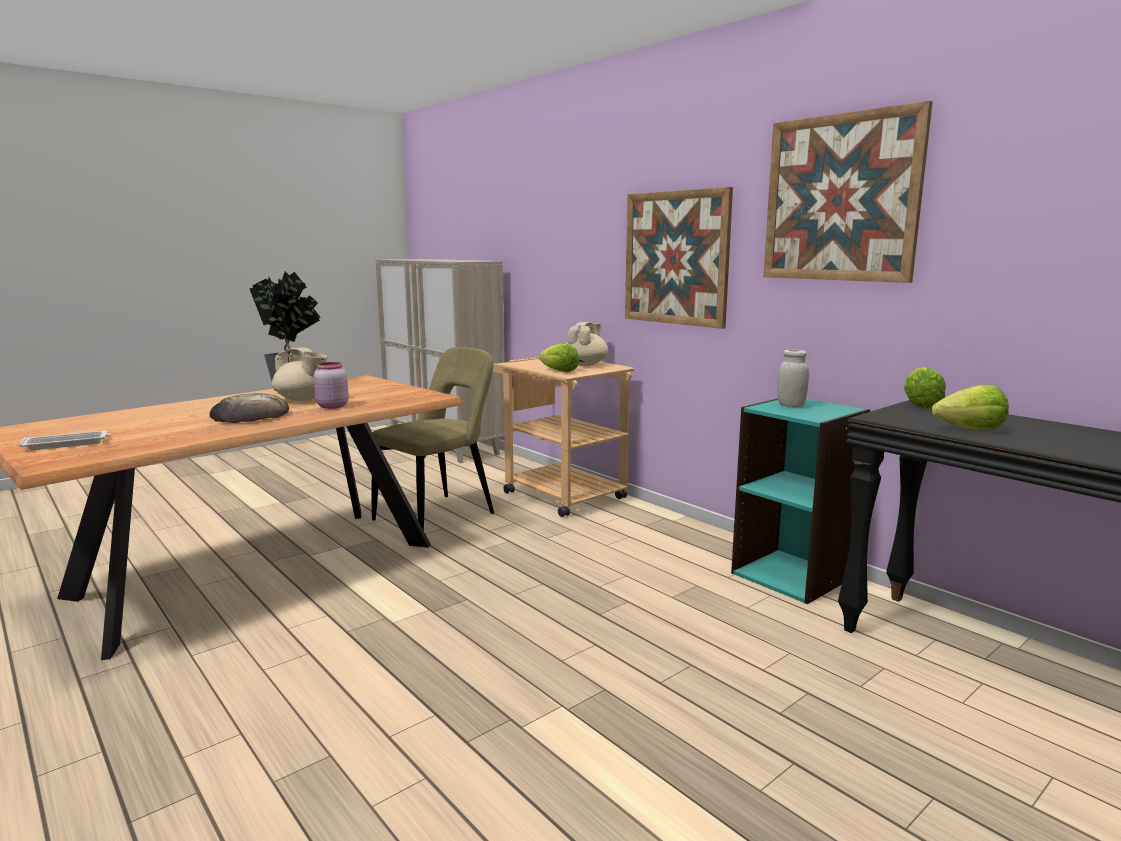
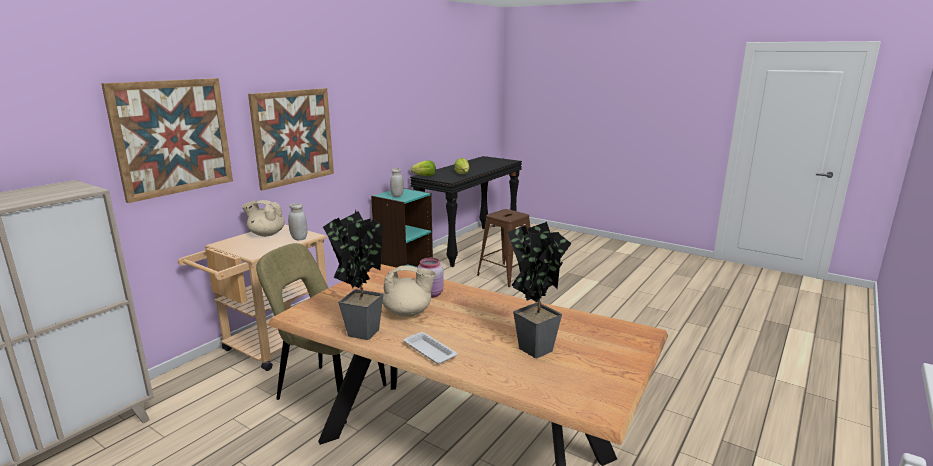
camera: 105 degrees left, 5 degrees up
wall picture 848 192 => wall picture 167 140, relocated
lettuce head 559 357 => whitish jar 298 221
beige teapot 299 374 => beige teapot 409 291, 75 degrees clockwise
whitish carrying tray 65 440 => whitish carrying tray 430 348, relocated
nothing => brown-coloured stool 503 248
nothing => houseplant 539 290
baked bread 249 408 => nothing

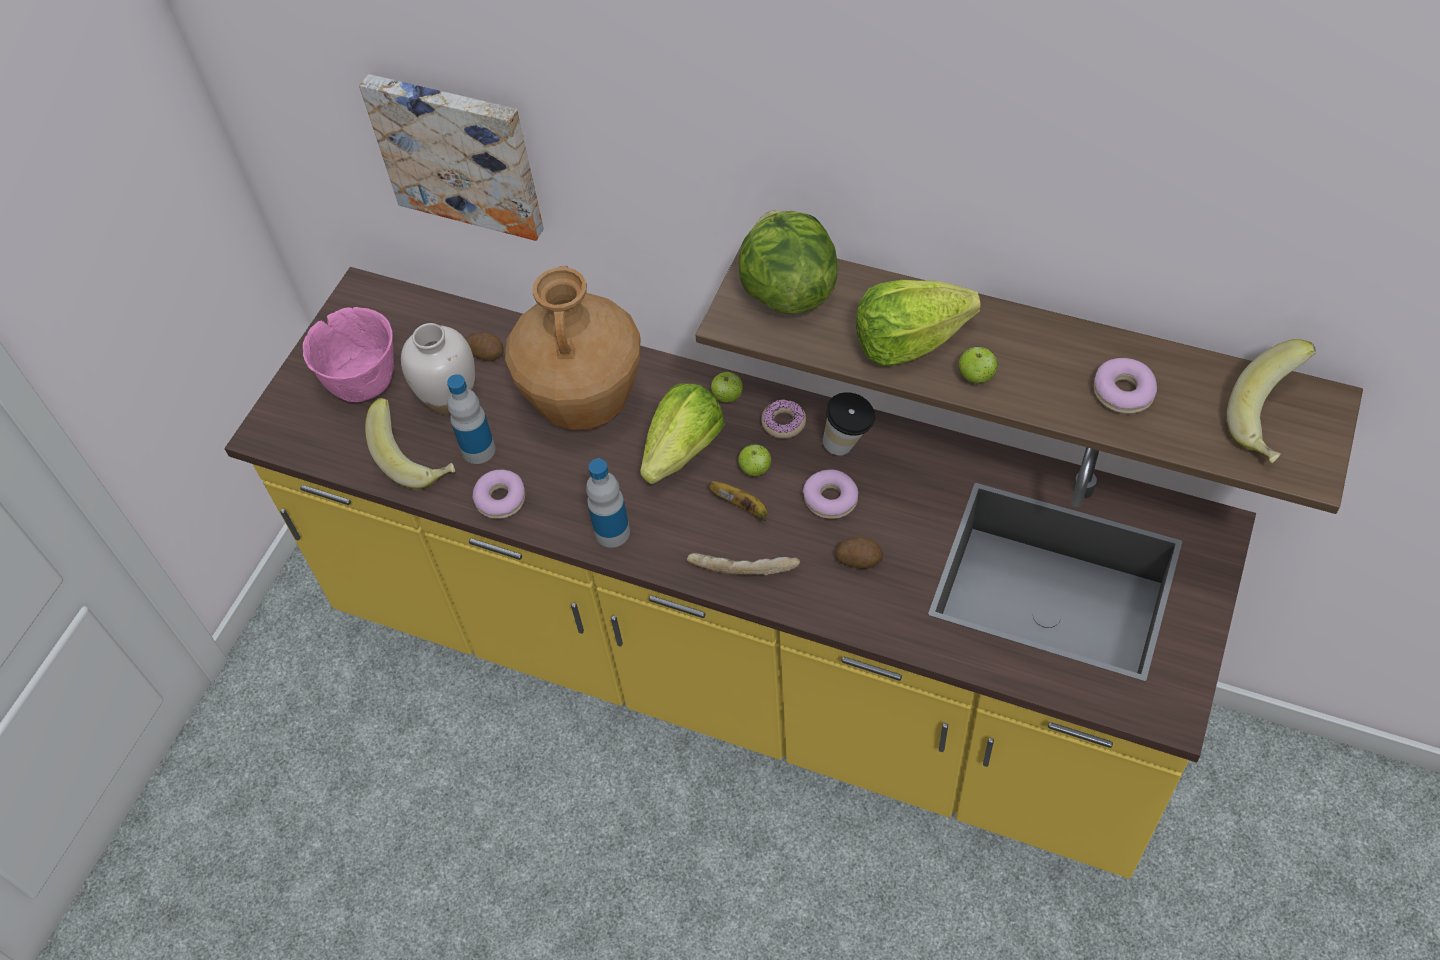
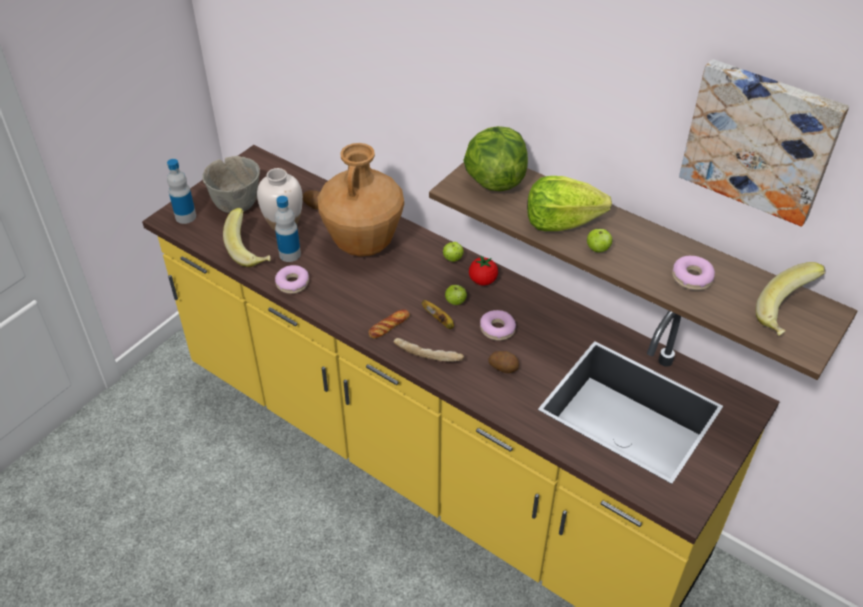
camera: 10 degrees right, 10 degrees down
beverage bottle 608 503 => beverage bottle 181 191, relocated
pink deep dish 348 354 => grey deep dish 231 184
nothing => baked bread 389 324
doughnut 783 419 => tomato 483 271
wall picture 451 157 => wall picture 764 143, relocated
lettuce head 682 434 => nothing
cup 849 424 => nothing

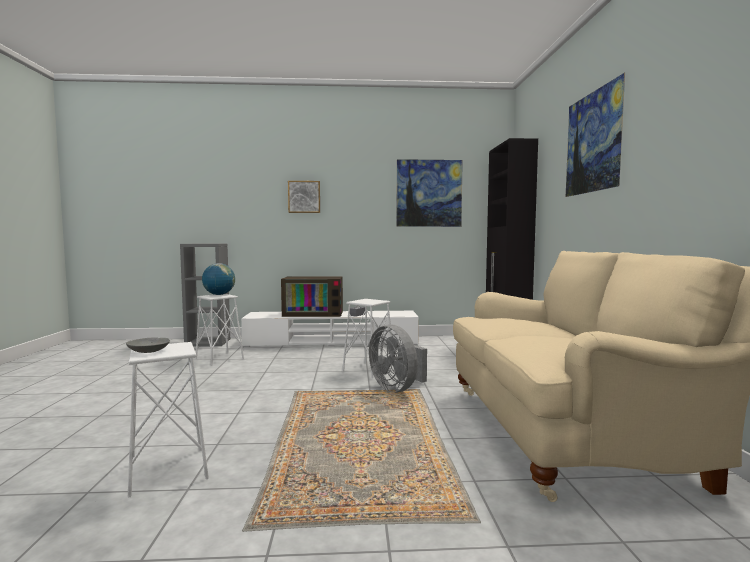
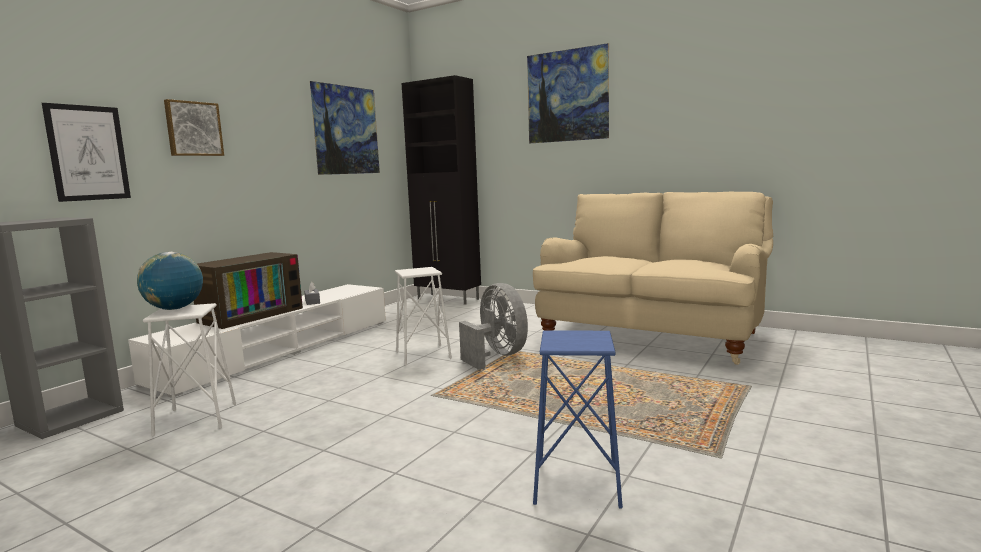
camera: 55 degrees left, 5 degrees up
nothing => wall picture 86 152
grey cooling fan 398 358 => grey cooling fan 493 326, 120 degrees counterclockwise
whitish stool 168 420 => blue-coloured stool 578 419
grey deep dish 148 345 => nothing

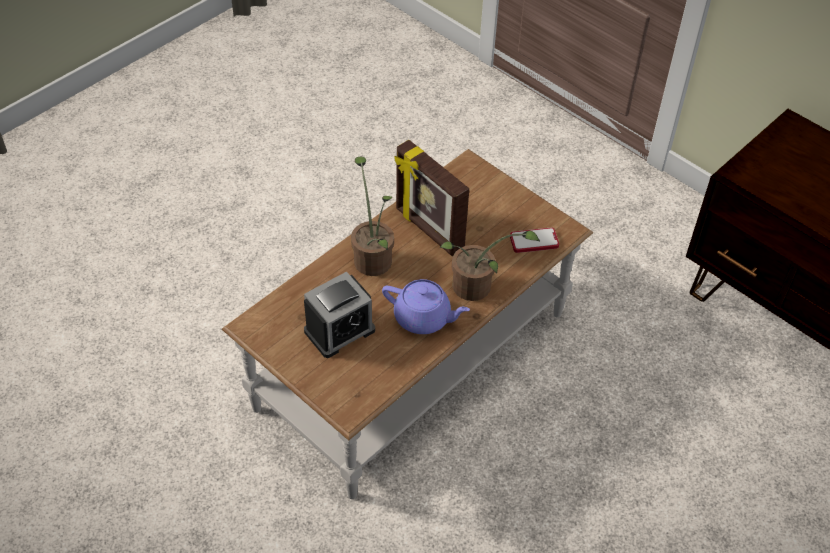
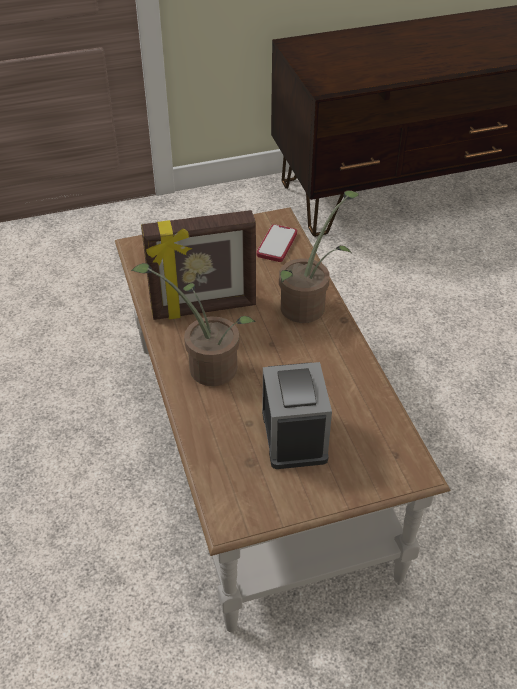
camera: 60 degrees left, 5 degrees down
purple teapot 426 306 => nothing

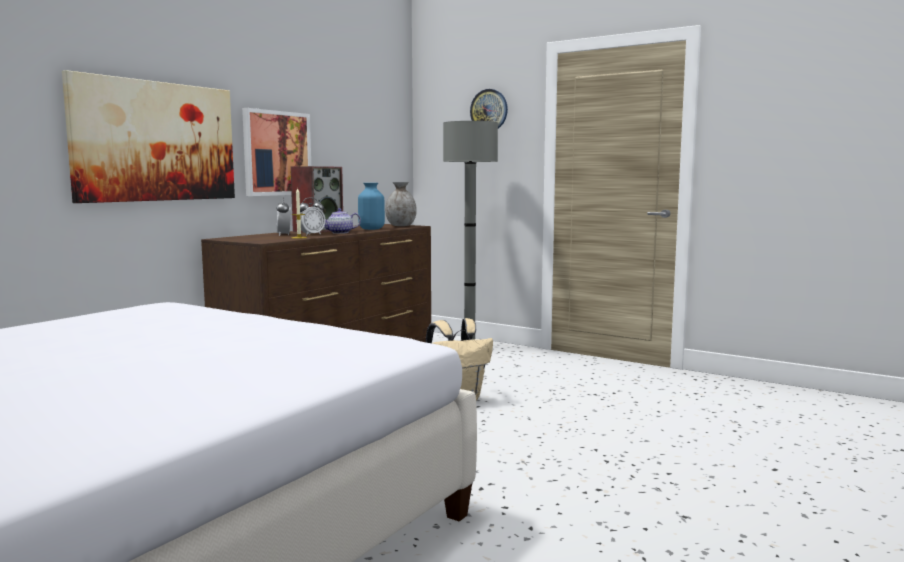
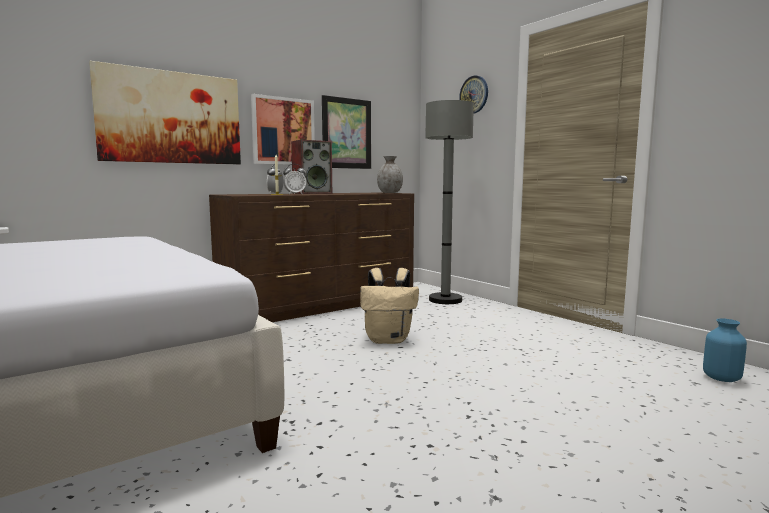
camera: 20 degrees right, 0 degrees up
nothing => wall picture 346 132
blue-coloured decorative vase 371 206 => blue-coloured decorative vase 725 350, relocated
teapot 342 221 => nothing

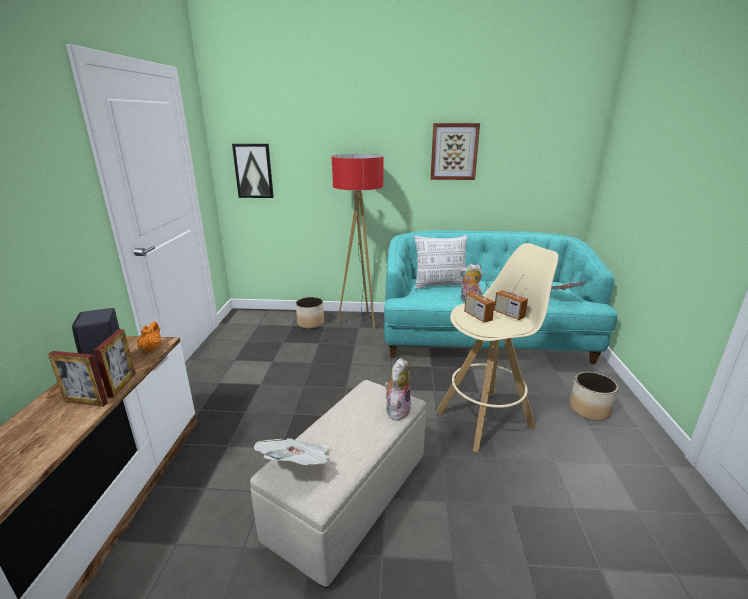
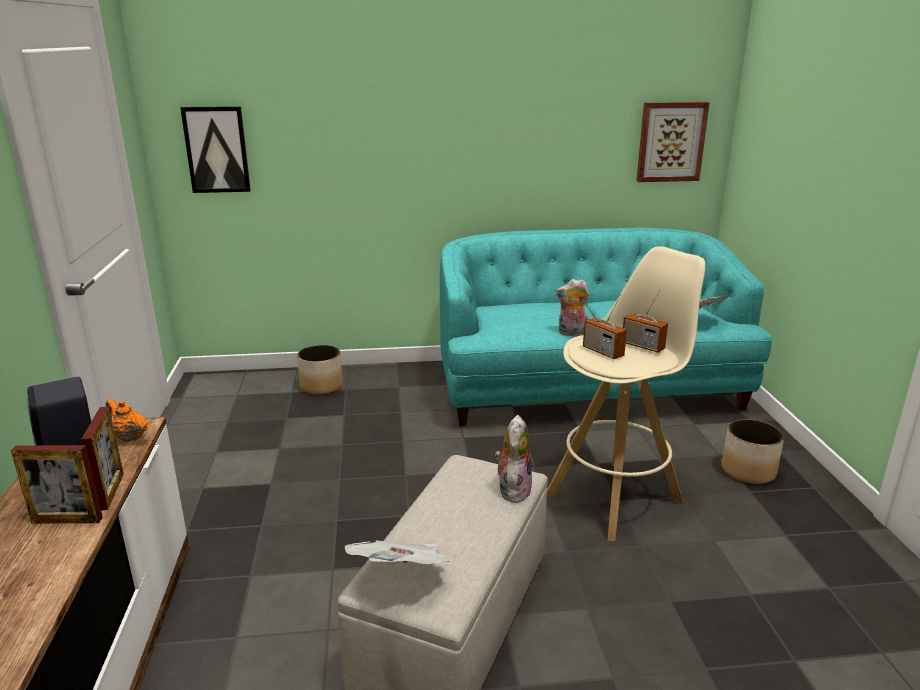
camera: 10 degrees left, 0 degrees up
orangey teapot 149 337 => orangey teapot 127 420, 45 degrees counterclockwise
wall picture 455 151 => wall picture 673 142, relocated
standing lamp 358 242 => nothing
throw pillow 441 262 => nothing

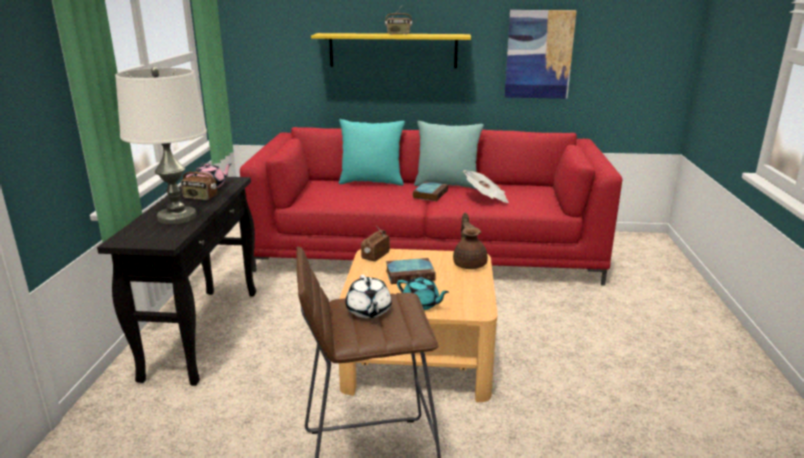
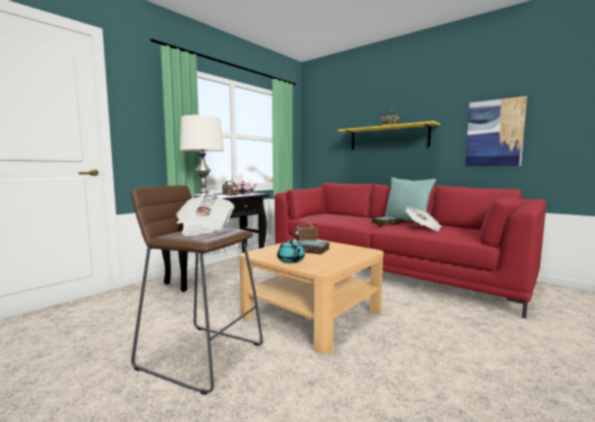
camera: 35 degrees right, 15 degrees down
whitish teapot 368 296 => printed paper 205 215
blue-green throw pillow 372 152 => nothing
brown-coloured teapot 470 241 => nothing

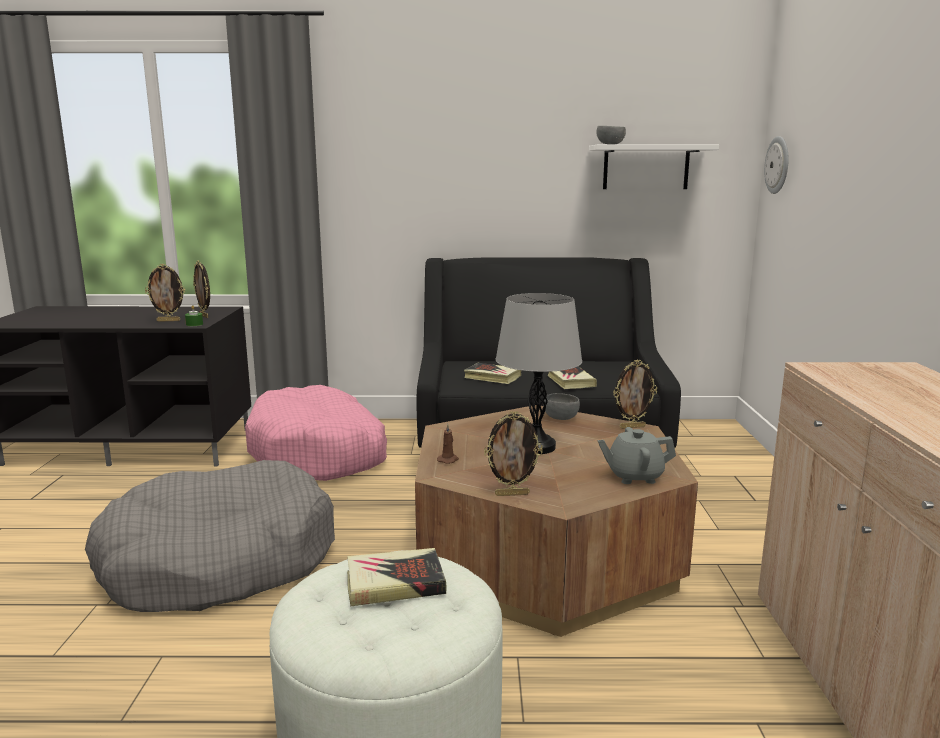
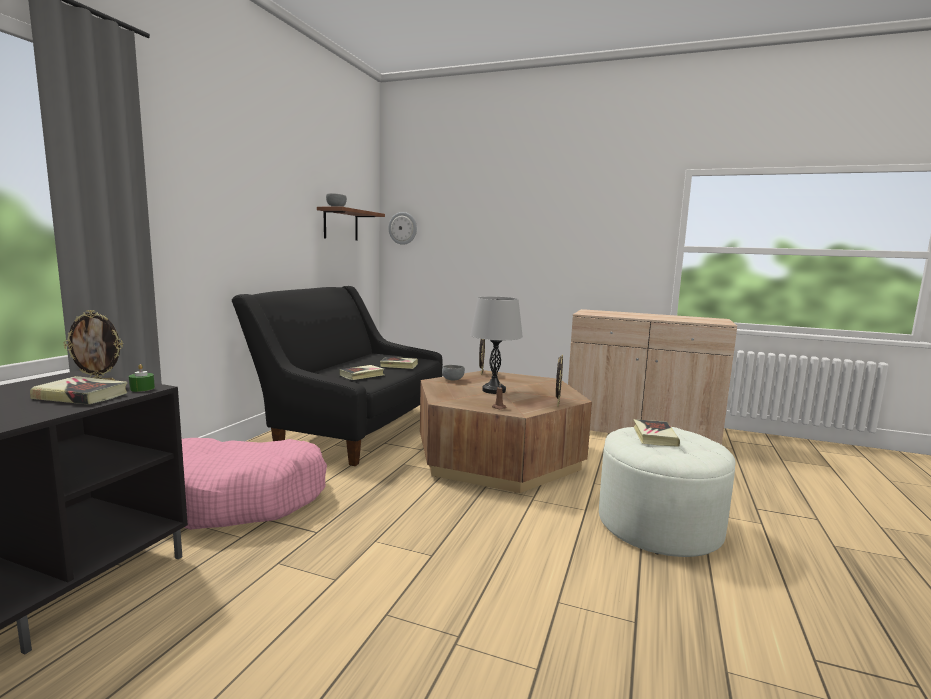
camera: 70 degrees left, 5 degrees down
photo frame 165 293 => book 79 390
whitish bracket shelf 654 167 => brown-coloured bracket shelf 351 224
grey pet bed 210 536 => nothing
grey teapot 637 455 => nothing

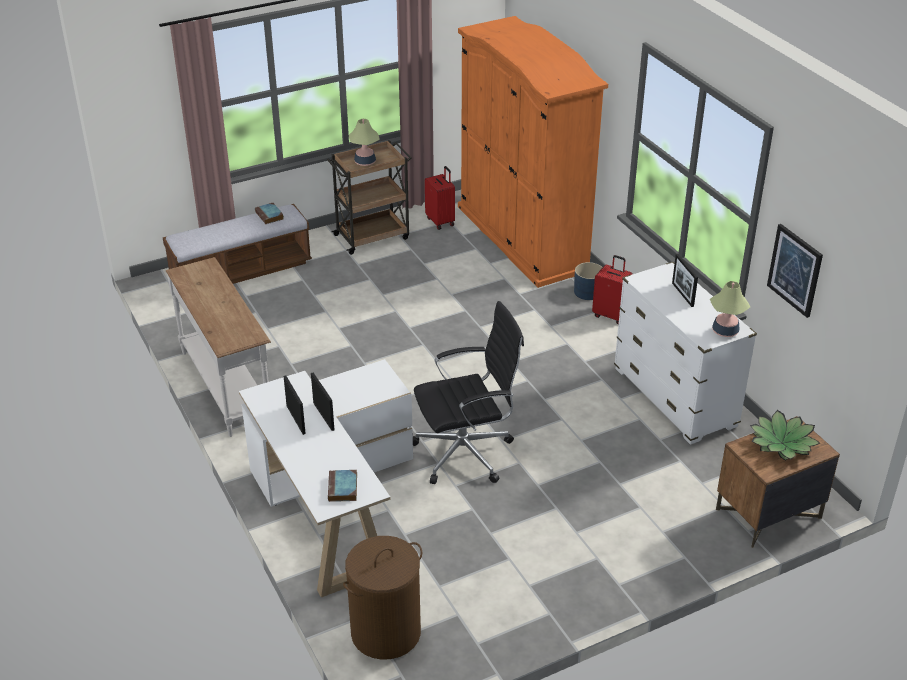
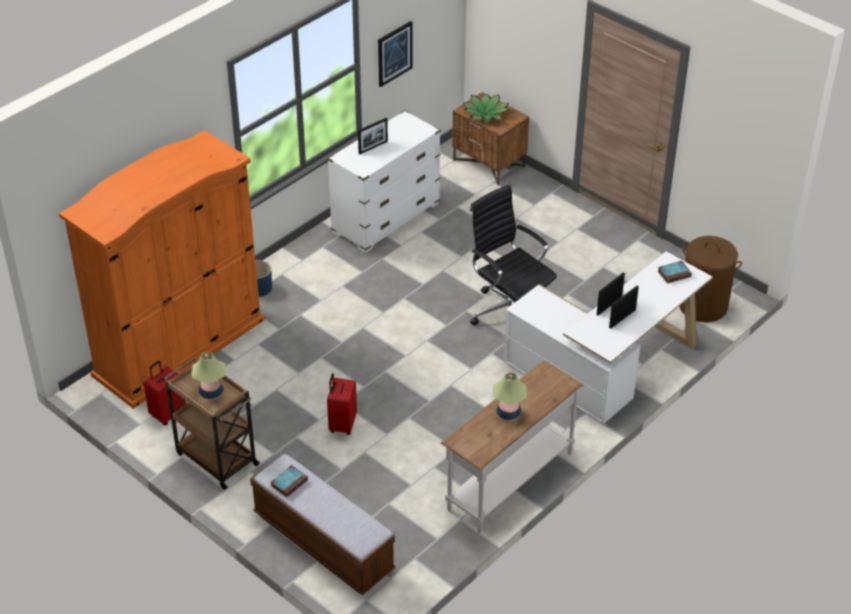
camera: 110 degrees left, 5 degrees up
red-coloured suitcase 612 289 => red-coloured suitcase 342 404, relocated
lamp for a table 730 309 => lamp for a table 510 396, relocated

